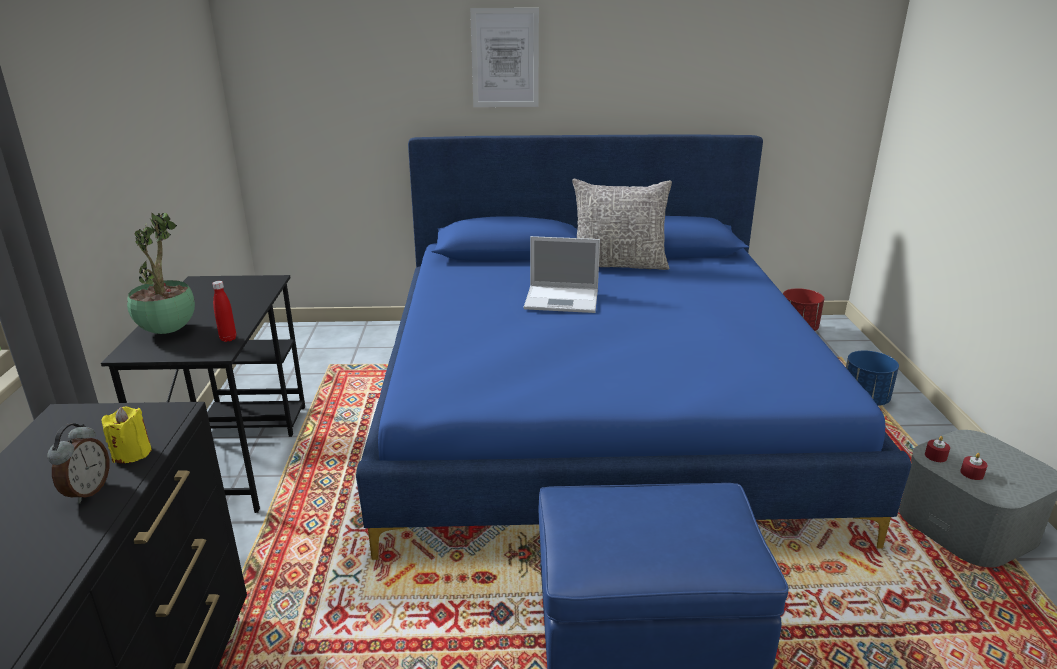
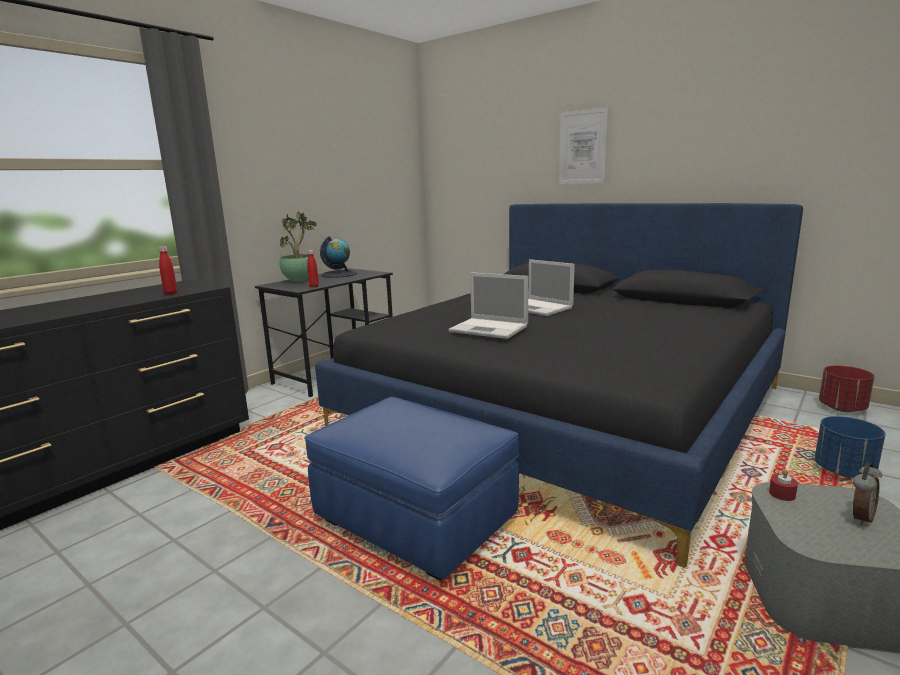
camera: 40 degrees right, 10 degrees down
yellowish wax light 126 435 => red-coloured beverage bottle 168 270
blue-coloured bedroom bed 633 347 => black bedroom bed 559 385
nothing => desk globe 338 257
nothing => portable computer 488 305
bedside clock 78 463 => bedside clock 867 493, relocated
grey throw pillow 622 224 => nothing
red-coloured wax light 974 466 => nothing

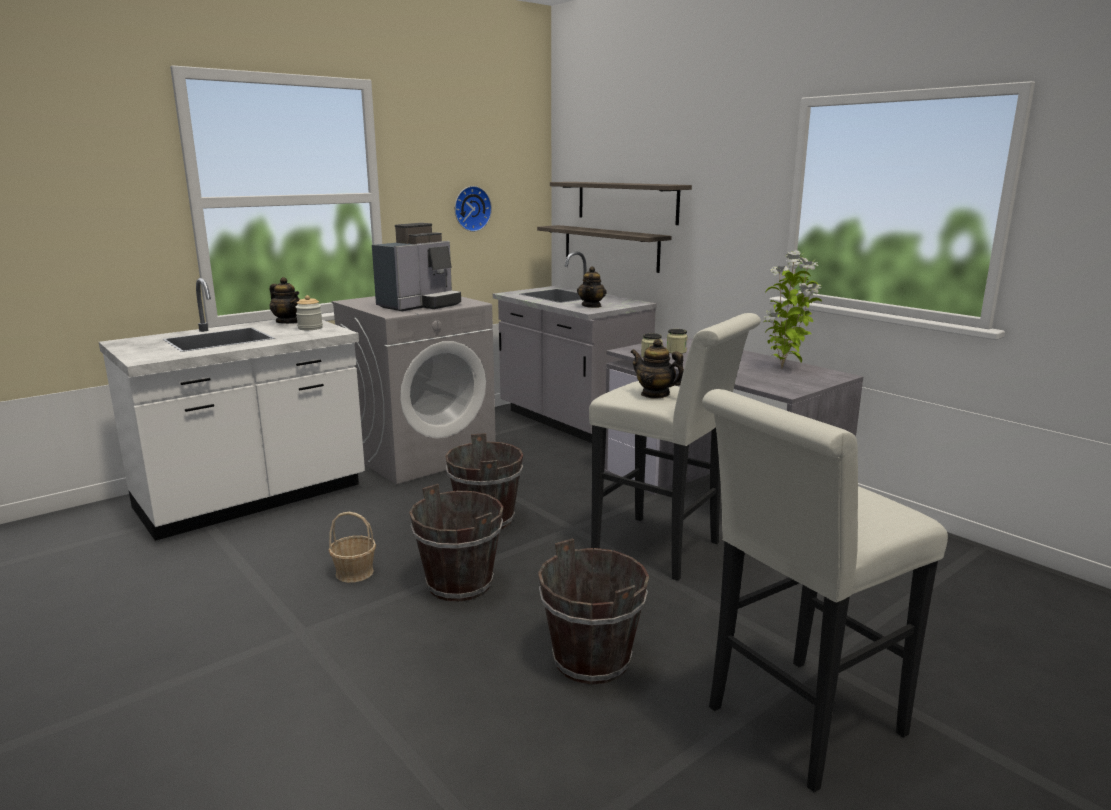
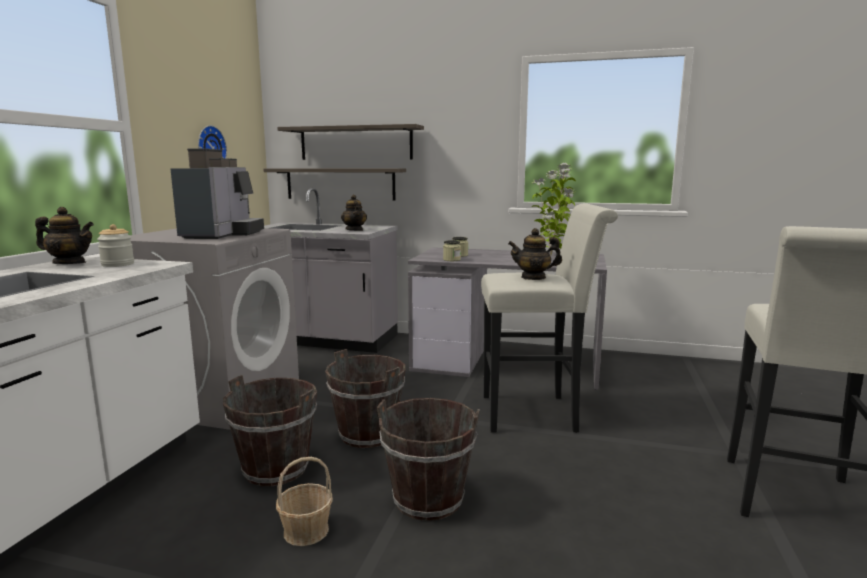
camera: 35 degrees left, 5 degrees down
brown-coloured bucket 593 611 => brown-coloured bucket 270 430, relocated

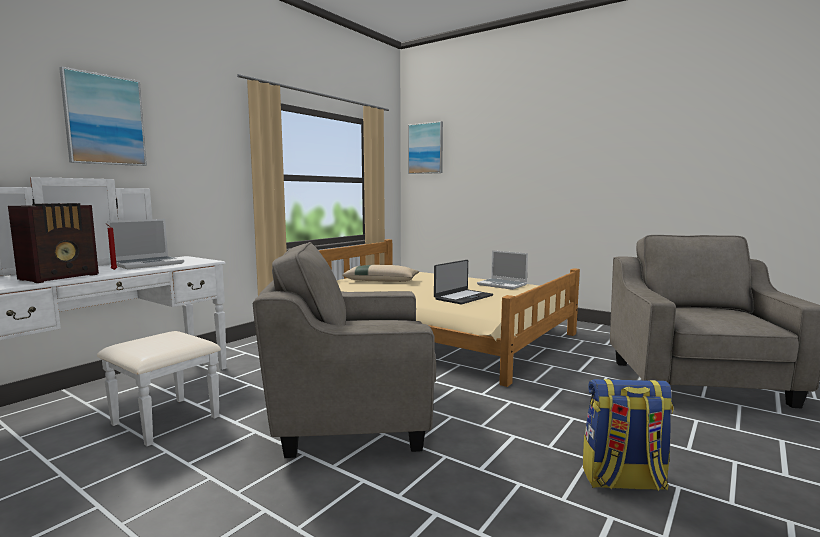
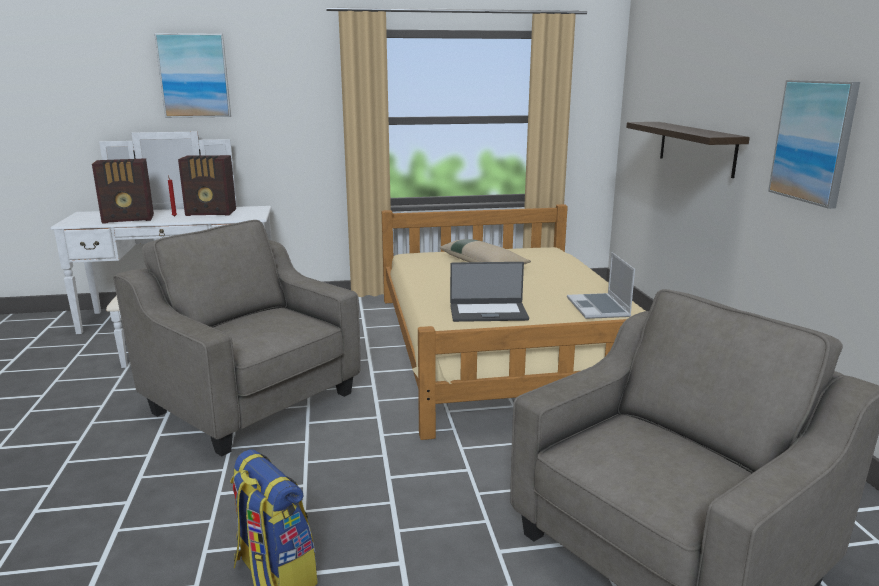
camera: 45 degrees right, 10 degrees up
portable computer 145 244 => radio receiver 207 185
nothing => bracket shelf 688 150
wall picture 425 147 => wall picture 814 144, relocated

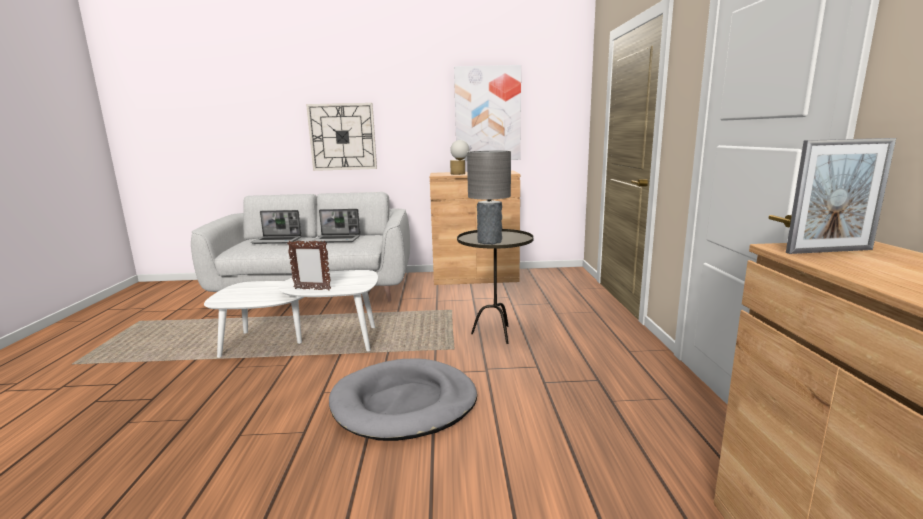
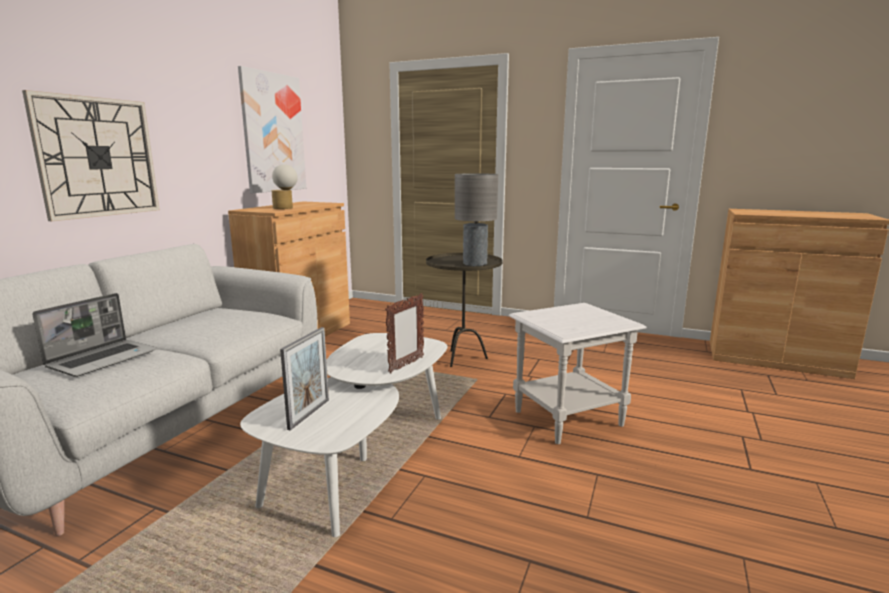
camera: 65 degrees left, 0 degrees up
photo frame 841 196 => photo frame 304 379, relocated
grey pet bed 403 399 => whitish accent table 577 373
portable computer 336 225 => nothing

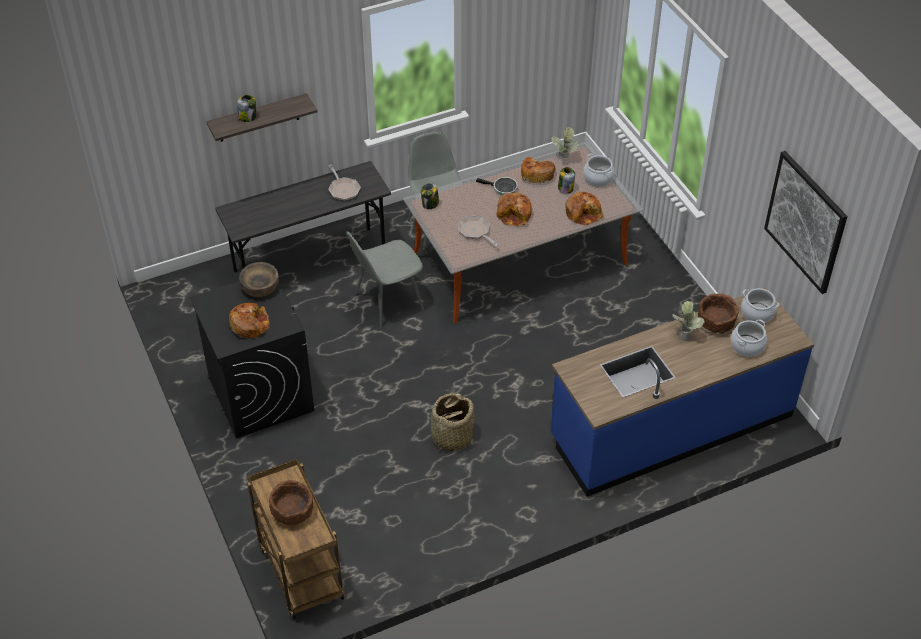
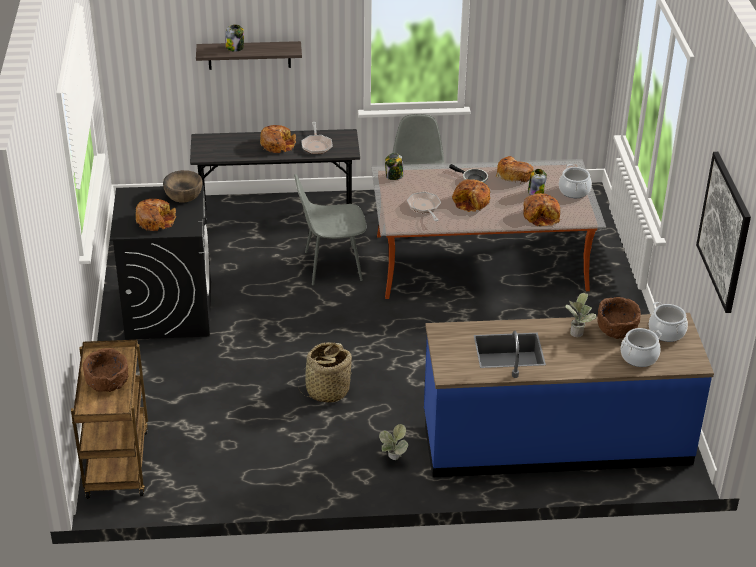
camera: 20 degrees right, 10 degrees down
nothing => baked bread 278 139
houseplant 564 142 => houseplant 393 442, relocated

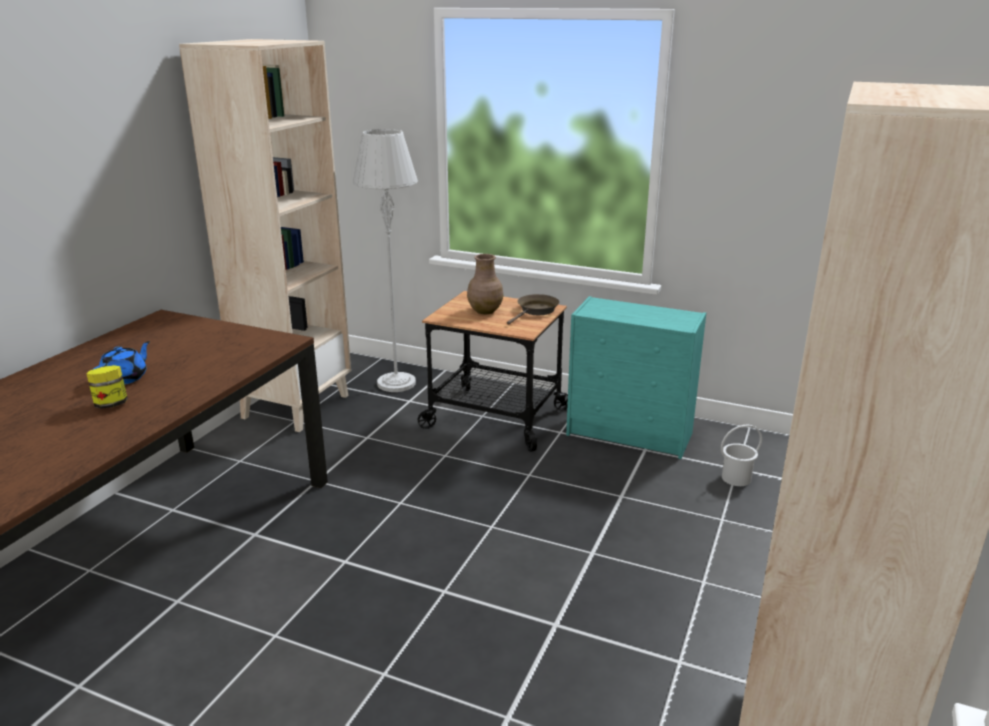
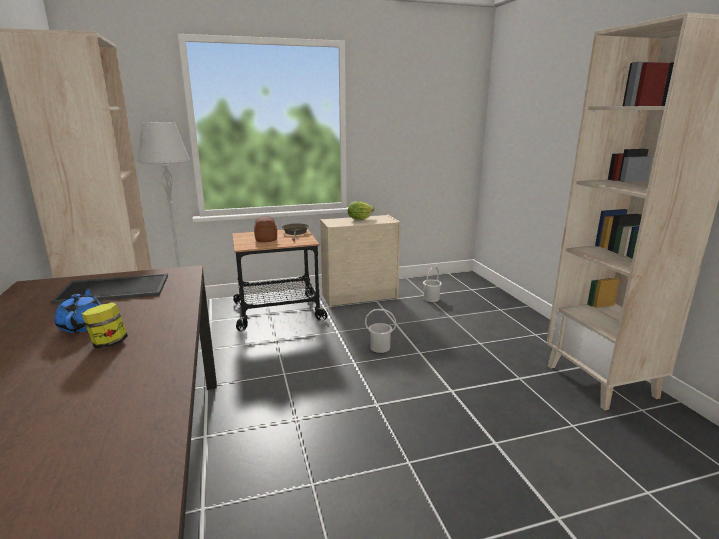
camera: 40 degrees left, 5 degrees down
nothing => carrying tray 109 289
brown-coloured decorative vase 485 284 => baked bread 265 229
blue-green chest of drawers 636 377 => beige chest of drawers 360 261
nothing => lettuce head 361 210
nothing => whitish bucket 380 331

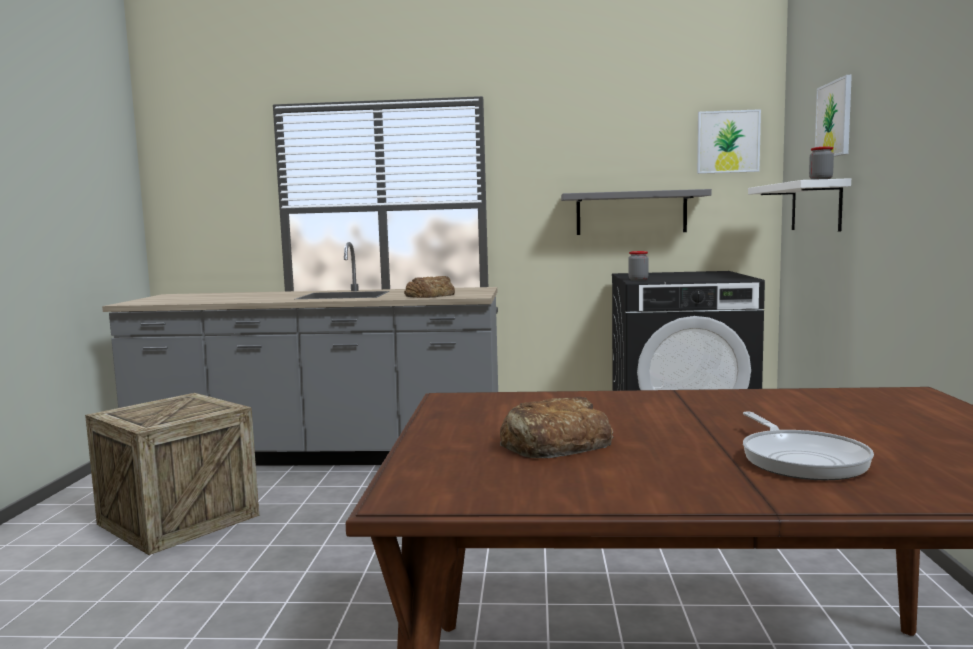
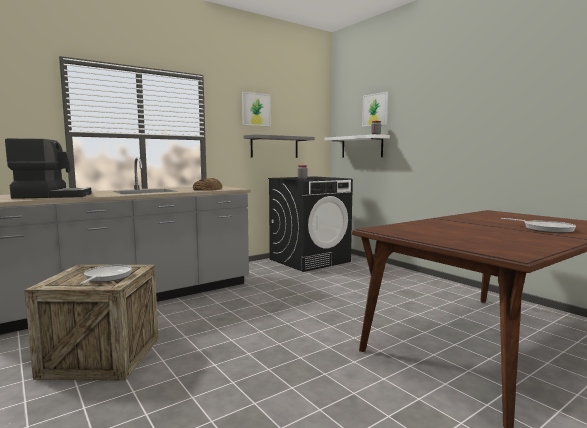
camera: 40 degrees left, 0 degrees up
nothing => coffee maker 48 168
nothing => skillet 106 274
wall picture 729 141 => wall picture 256 109, relocated
baked bread 556 427 => nothing

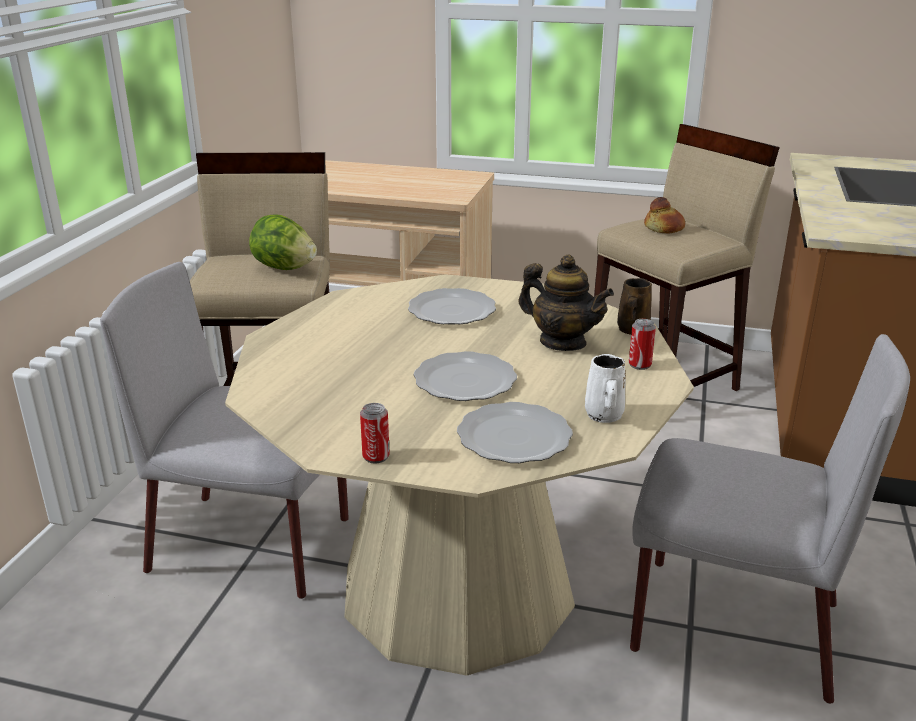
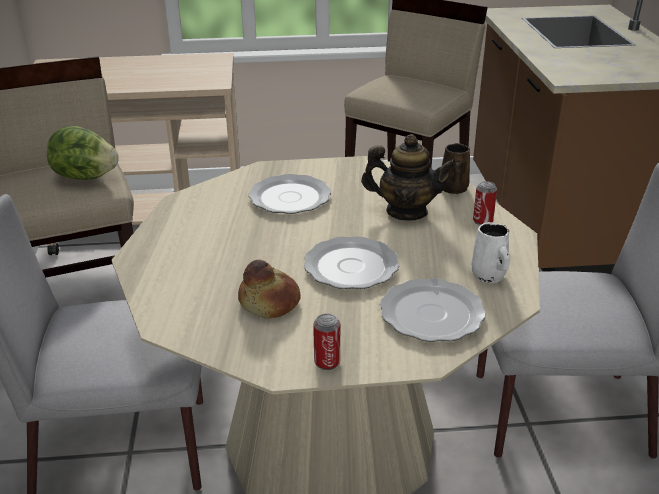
camera: 20 degrees left, 5 degrees up
baked bread 664 215 => baked bread 269 289, relocated

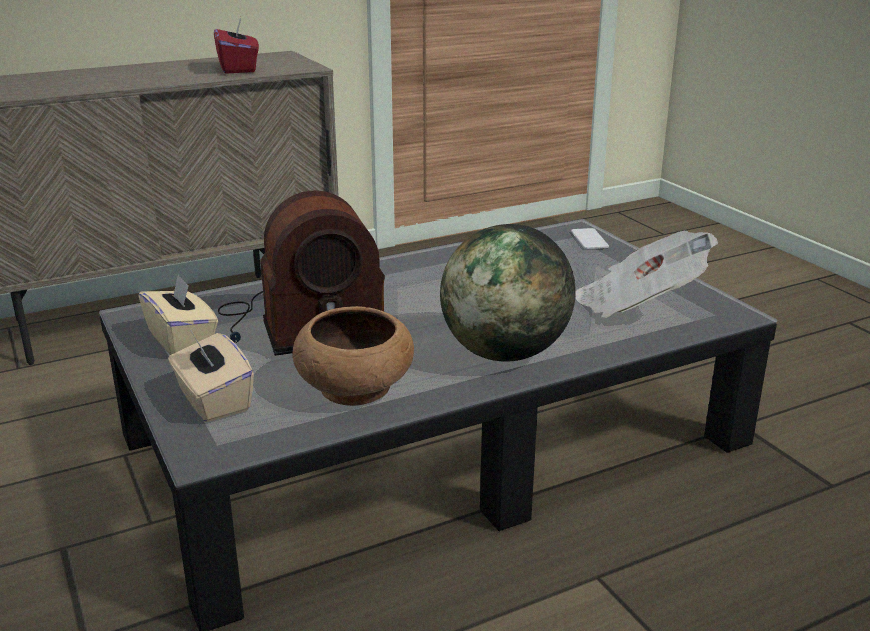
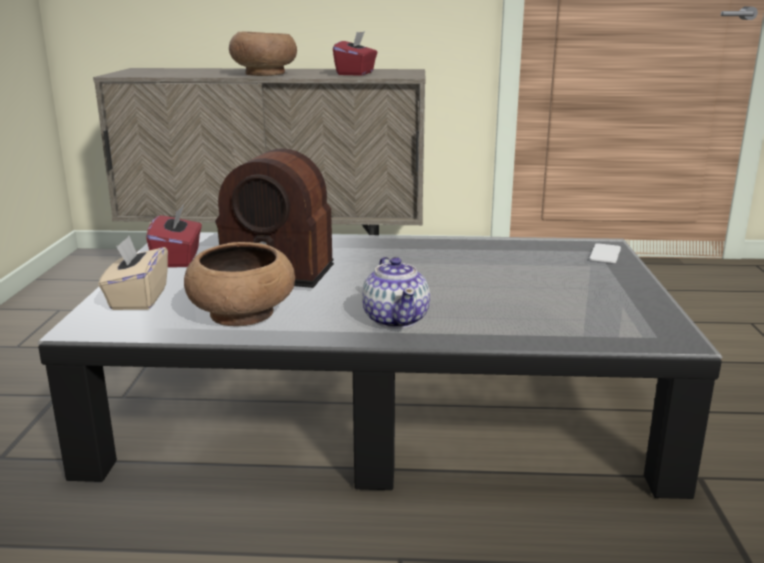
camera: 30 degrees right, 5 degrees down
beige tissue box 178 314 => red-coloured tissue box 174 236
nothing => brown-coloured deep dish 263 54
desk globe 508 293 => teapot 396 293
printed paper 646 274 => nothing

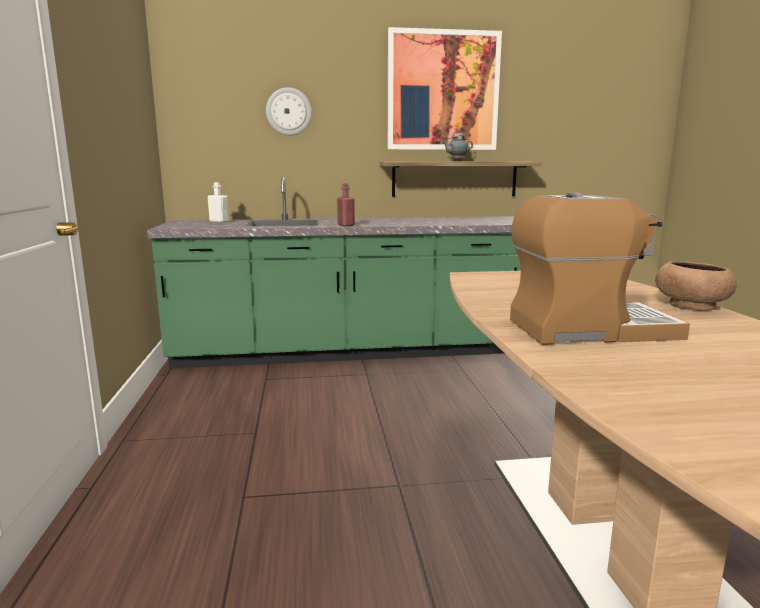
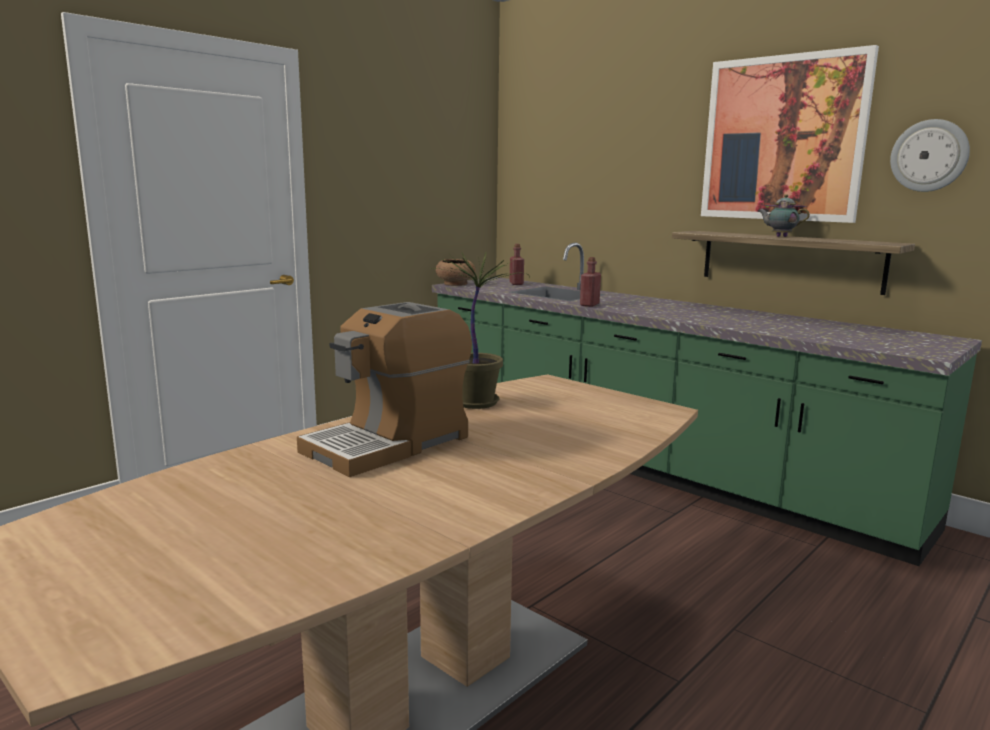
camera: 50 degrees right, 0 degrees up
coffee maker 600 269 => coffee maker 384 389, 90 degrees clockwise
nothing => houseplant 481 331
brown-coloured deep dish 696 286 => brown-coloured deep dish 456 272, relocated
whitish beverage bottle 218 202 => red-coloured beverage bottle 517 264
wall clock 289 111 => wall clock 930 155, relocated

